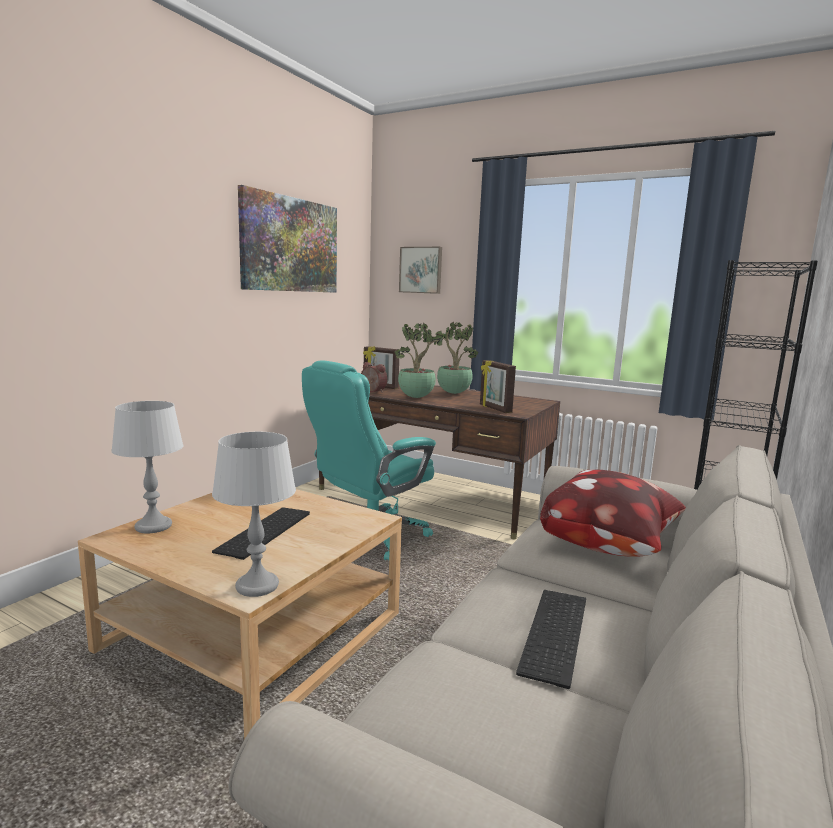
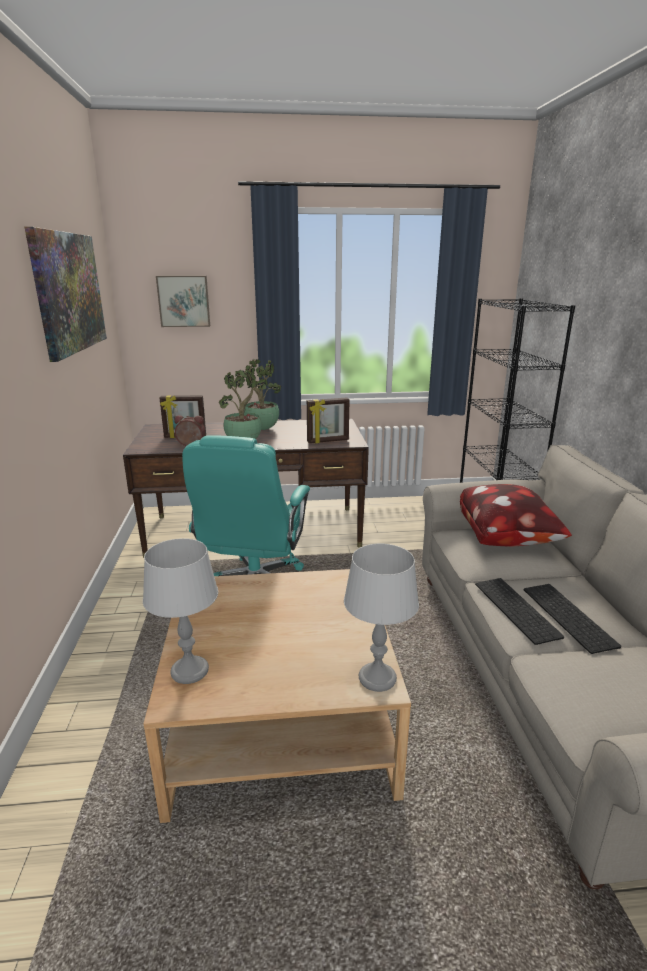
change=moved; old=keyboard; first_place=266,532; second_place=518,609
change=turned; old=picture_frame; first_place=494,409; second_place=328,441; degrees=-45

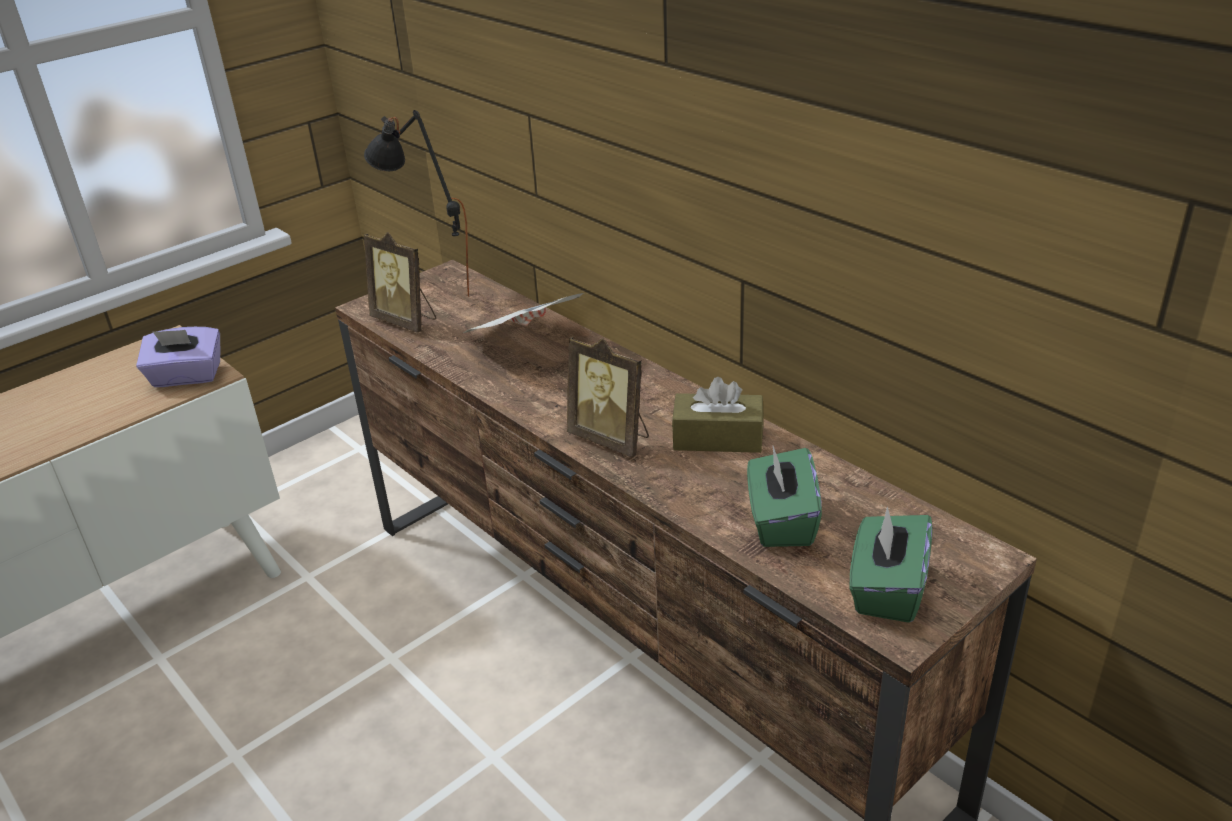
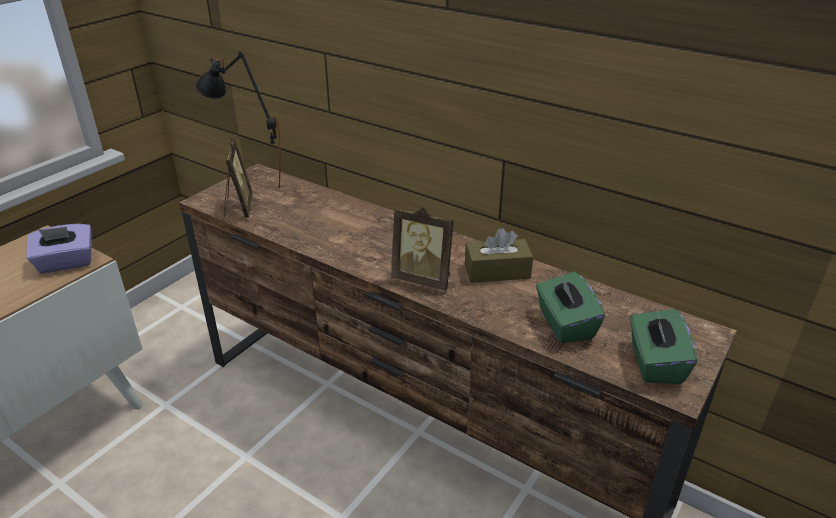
change=removed; old=newspaper; first_place=525,344
change=turned; old=picture_frame; first_place=406,321; second_place=238,208; degrees=-120

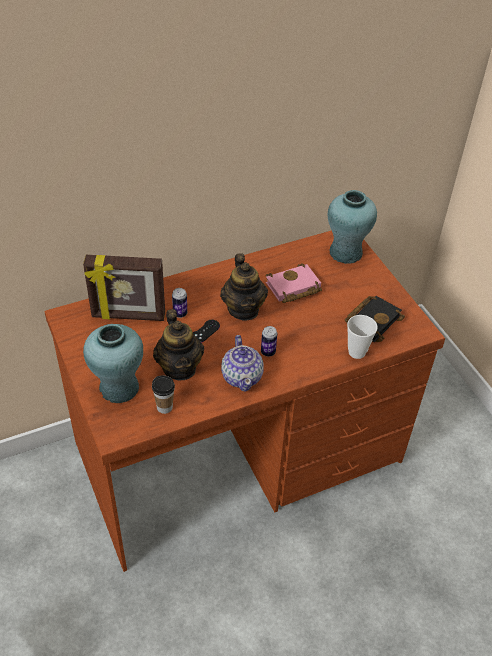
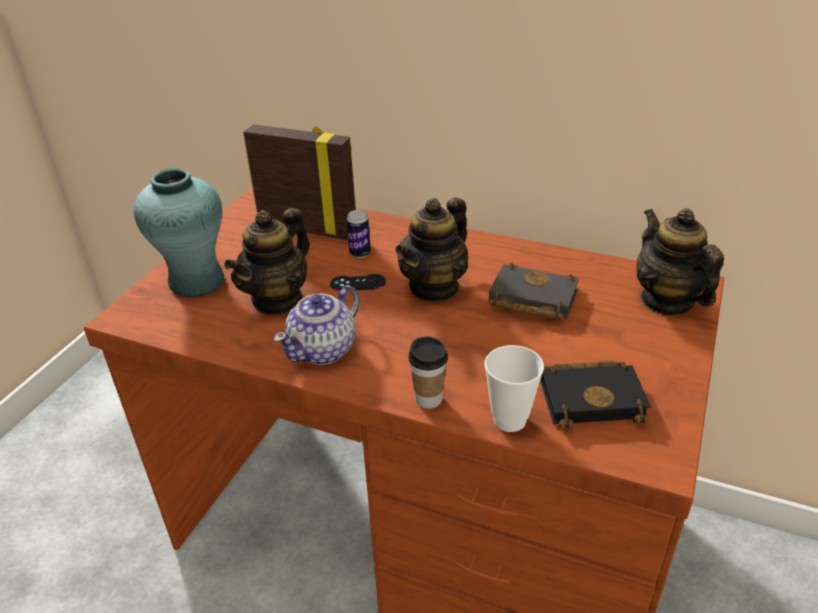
change=removed; old=can; first_place=268,352
change=moved; old=cup; first_place=164,407; second_place=428,399
change=replaced; old=turquoise_vase; new=teapot; first_place=345,252; second_place=666,300
change=recoloured; old=pink_book; new=black_book; first_place=292,288; second_place=529,299
change=turned; old=picture_frame; first_place=128,316; second_place=308,228; degrees=150

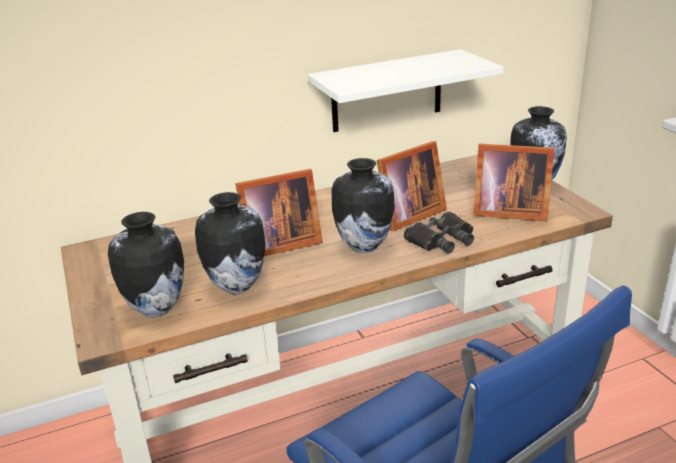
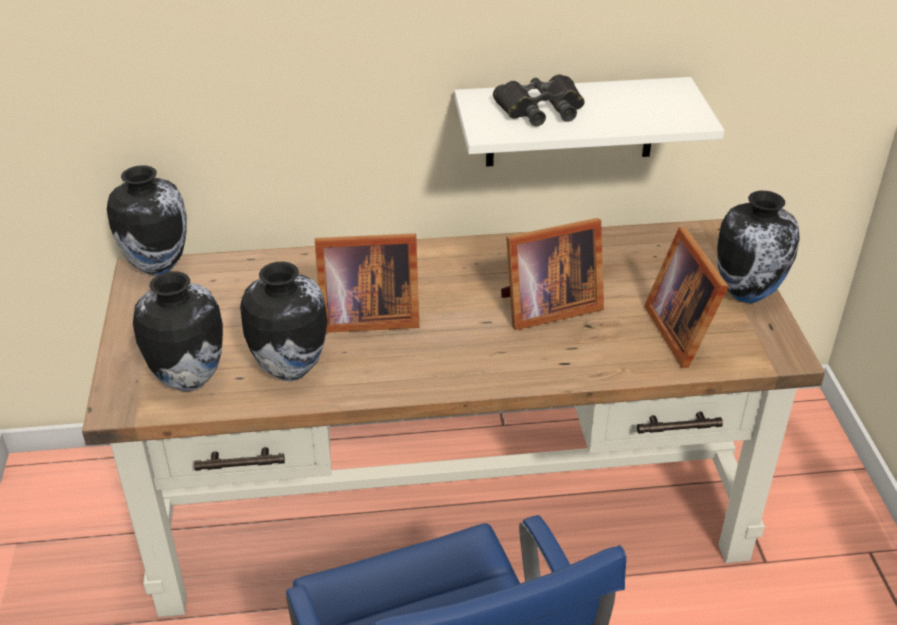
change=moved; old=vase; first_place=363,246; second_place=158,266
change=moved; old=black_binoculars; first_place=441,240; second_place=540,109
change=turned; old=picture_frame; first_place=507,211; second_place=683,331; degrees=45

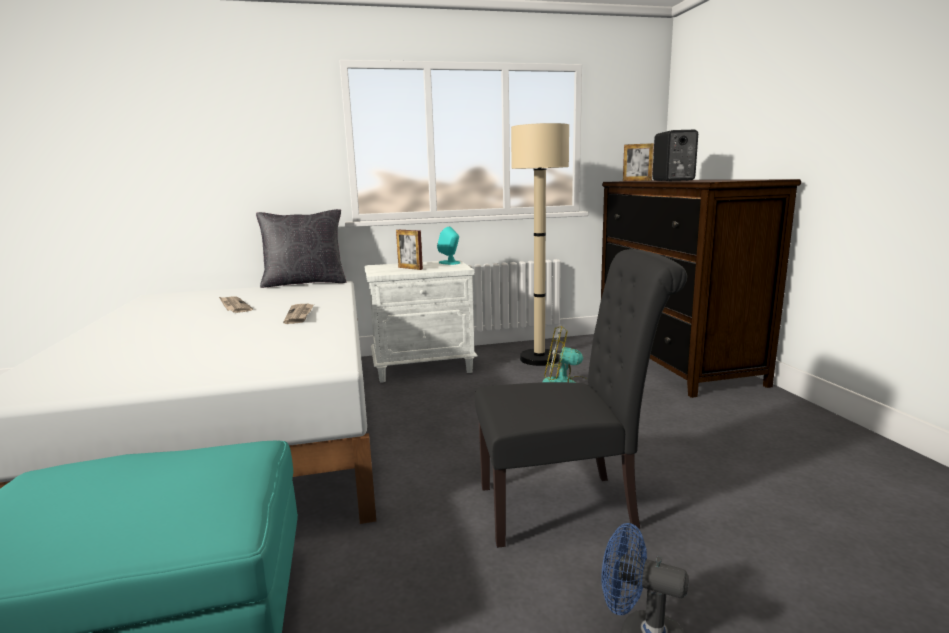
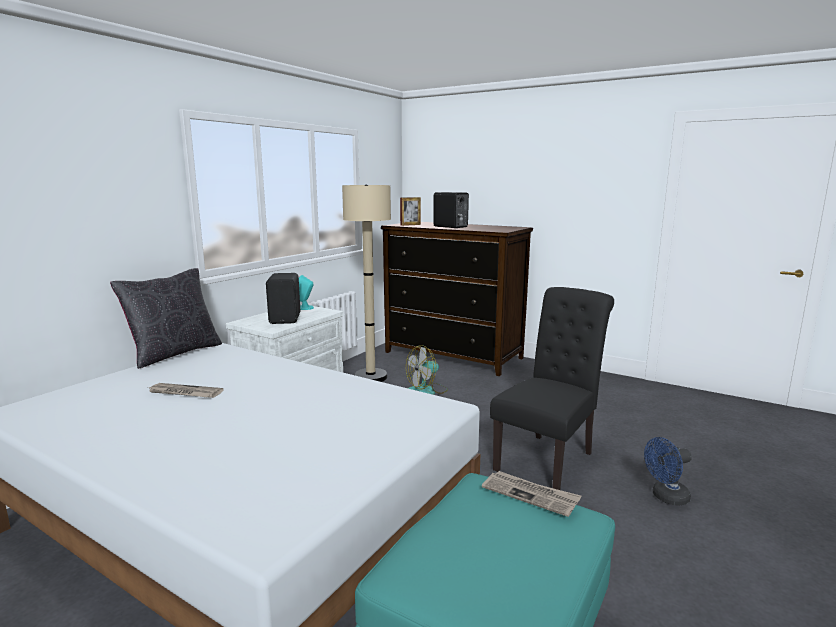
change=moved; old=newspaper; first_place=299,315; second_place=530,495
change=replaced; old=picture_frame; new=black_speaker; first_place=410,268; second_place=286,319

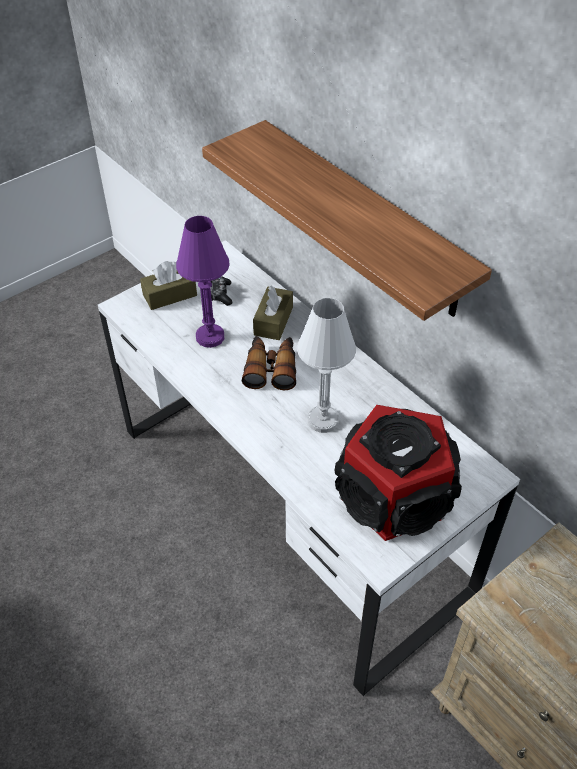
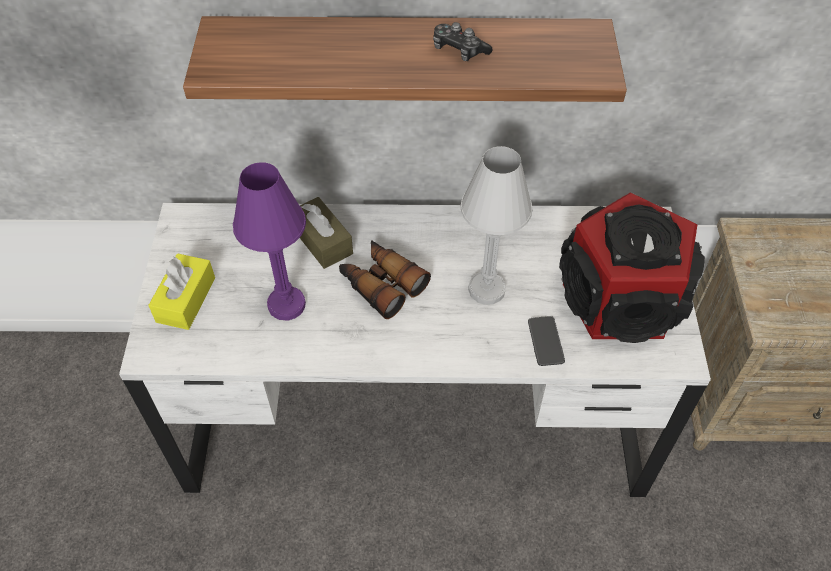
change=added; new=phone; second_place=545,341
change=moved; old=game_controller; first_place=220,294; second_place=459,50
change=recoloured; old=brown_tissue_box; new=yellow_tissue_box; first_place=170,295; second_place=186,299

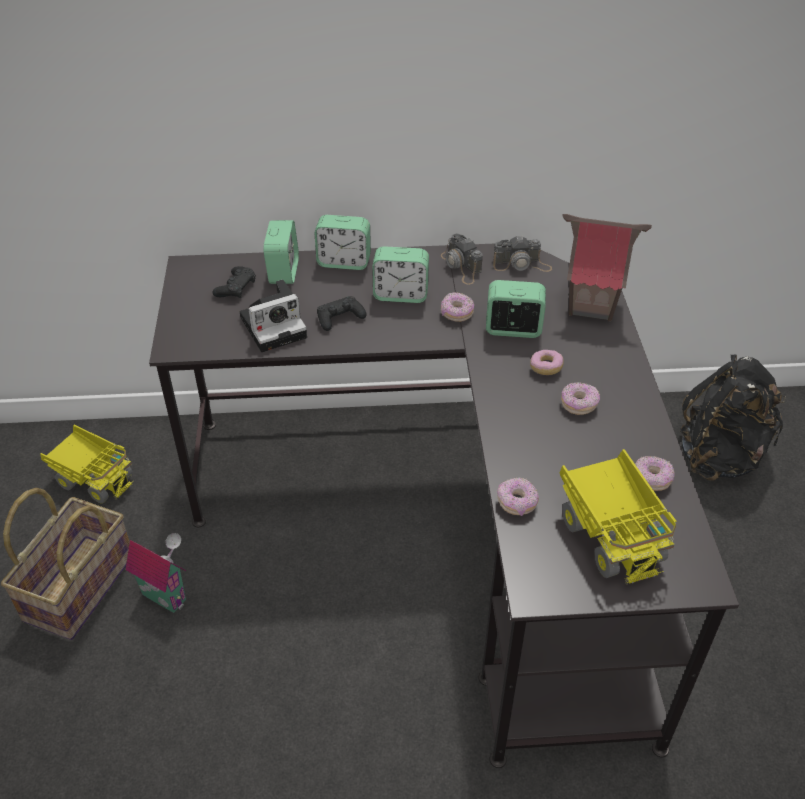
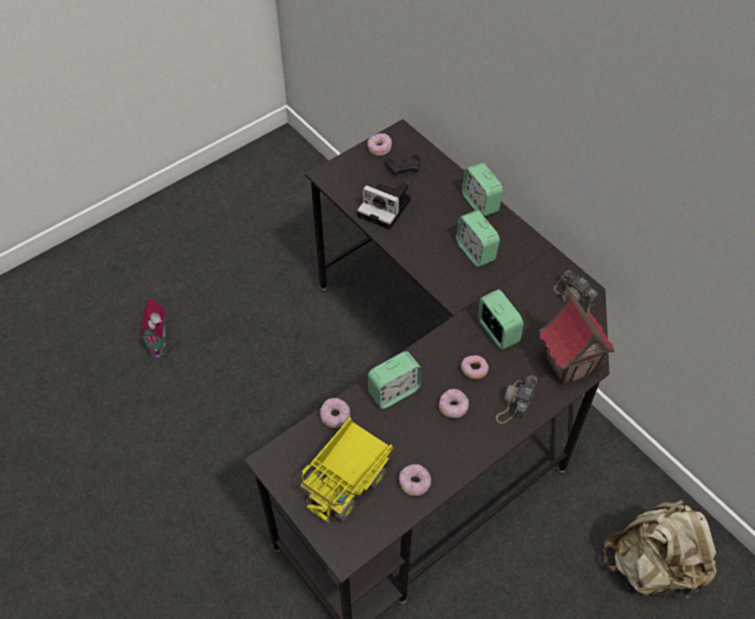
change=removed; old=basket; first_place=78,586
change=removed; old=toy_truck; first_place=94,478
change=removed; old=black_game_controller; first_place=340,318
change=moved; old=toy_house; first_place=166,595; second_place=161,343
change=moved; old=alarm_clock; first_place=283,271; second_place=394,391
change=moved; old=photo_camera; first_place=461,266; second_place=515,403
change=moved; old=donut; first_place=456,313; second_place=379,148
change=recoloured; old=black_backpack; new=beige_backpack; first_place=720,456; second_place=652,566

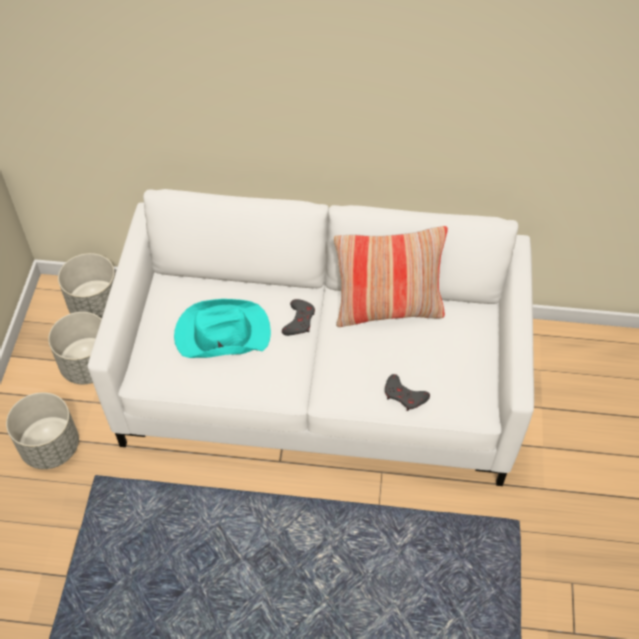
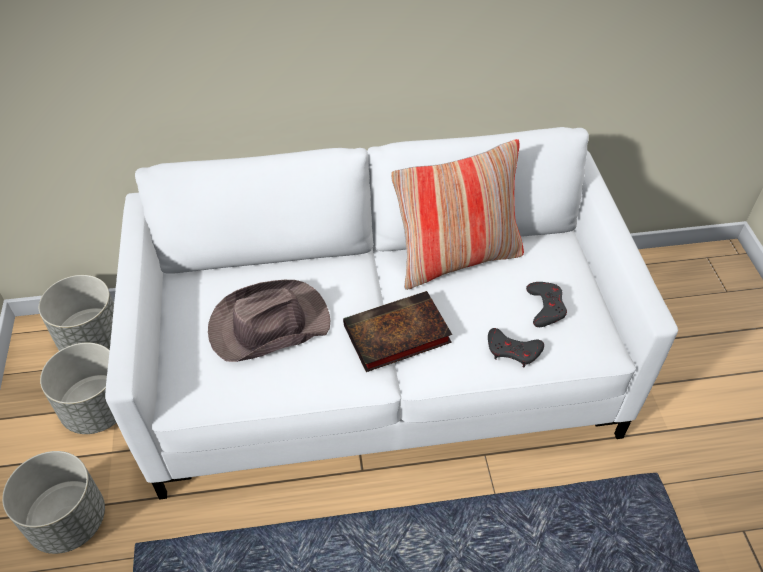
change=added; new=book; second_place=395,336
change=moved; old=grey_game_controller; first_place=299,320; second_place=545,307
change=recoloured; old=turquoise_hat; new=brown_hat; first_place=221,333; second_place=268,325

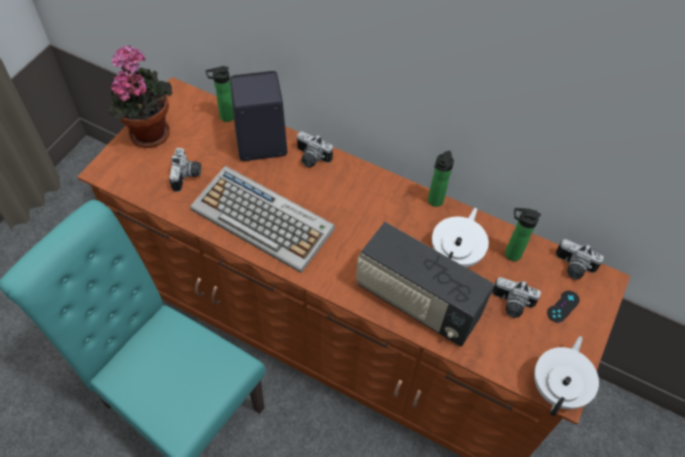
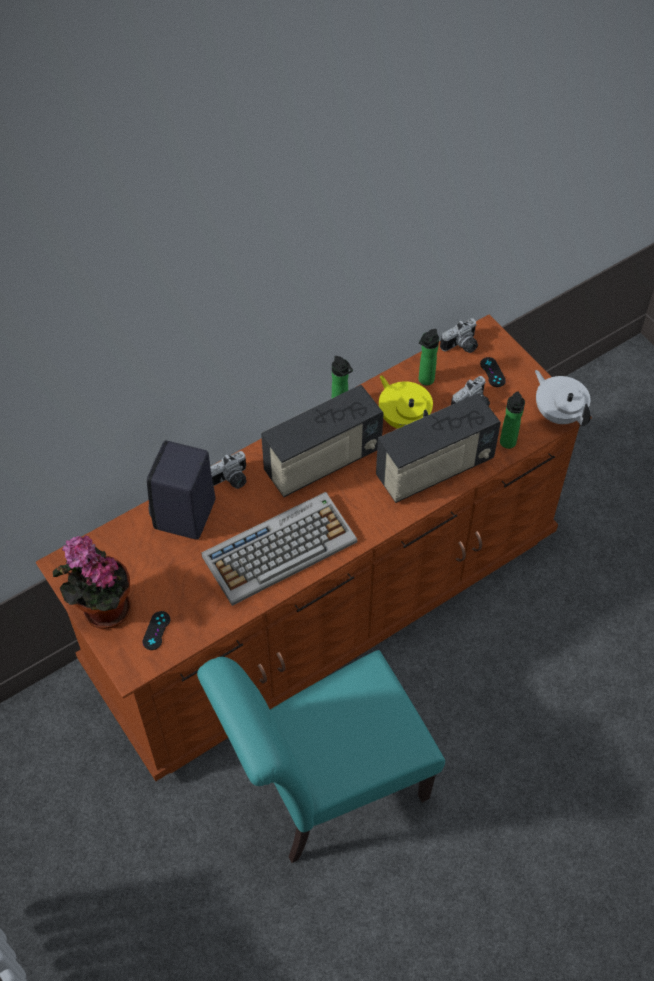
change=removed; old=photo_camera; first_place=187,176
change=added; new=black_game_controller; second_place=156,630
change=added; new=radio; second_place=322,462
change=moved; old=bottle; first_place=225,117; second_place=507,444
change=recoloured; old=white_teapot; new=yellow_teapot; first_place=456,254; second_place=404,418

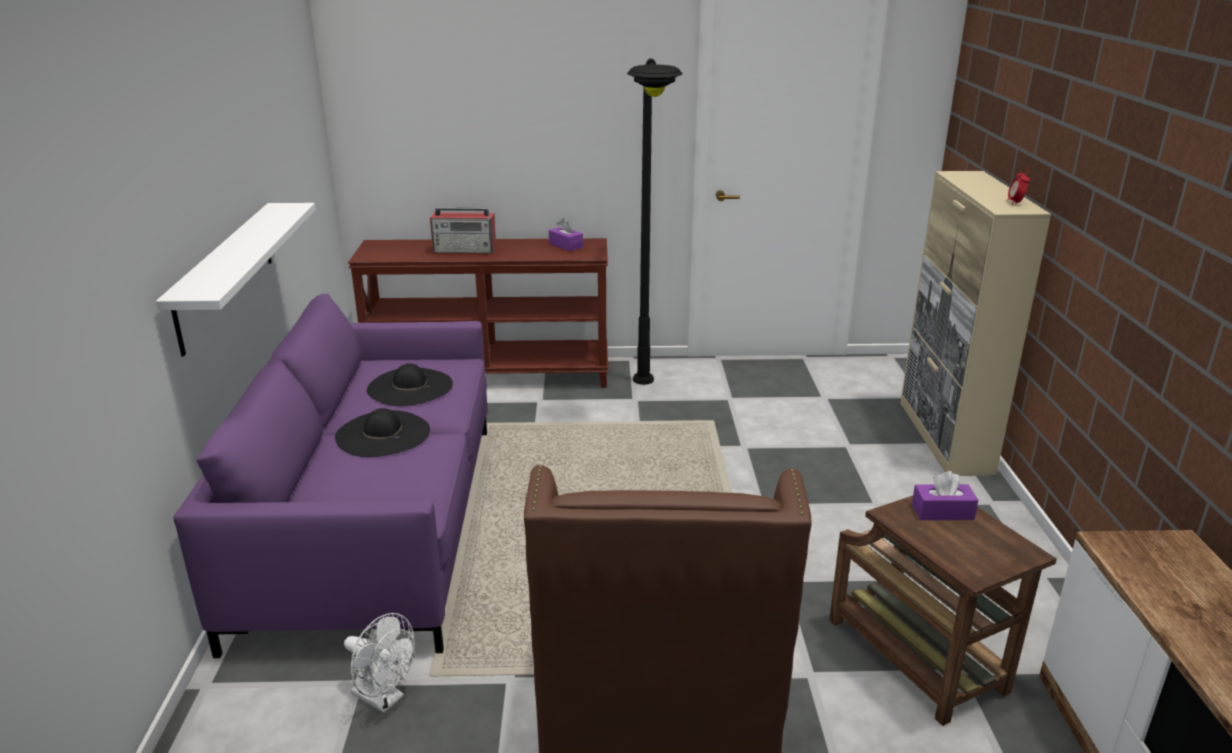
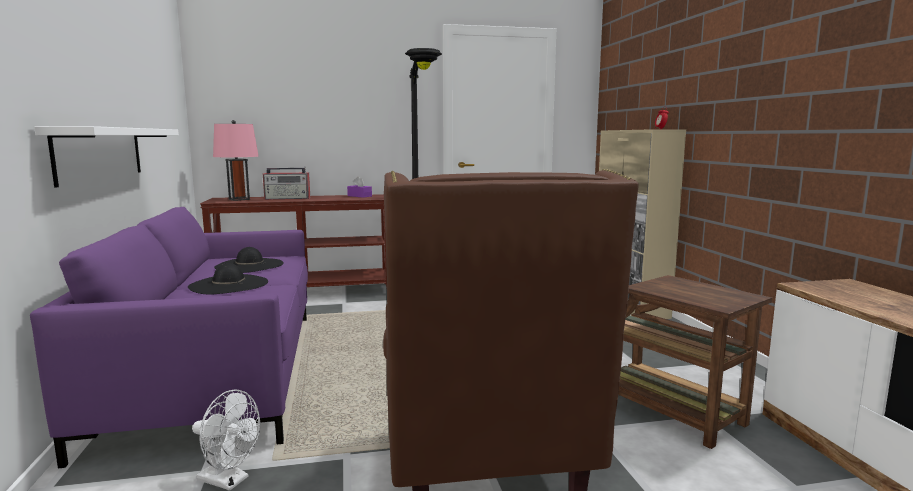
change=removed; old=purple_tissue_box; first_place=942,512
change=added; new=pink_table_lamp; second_place=239,199

